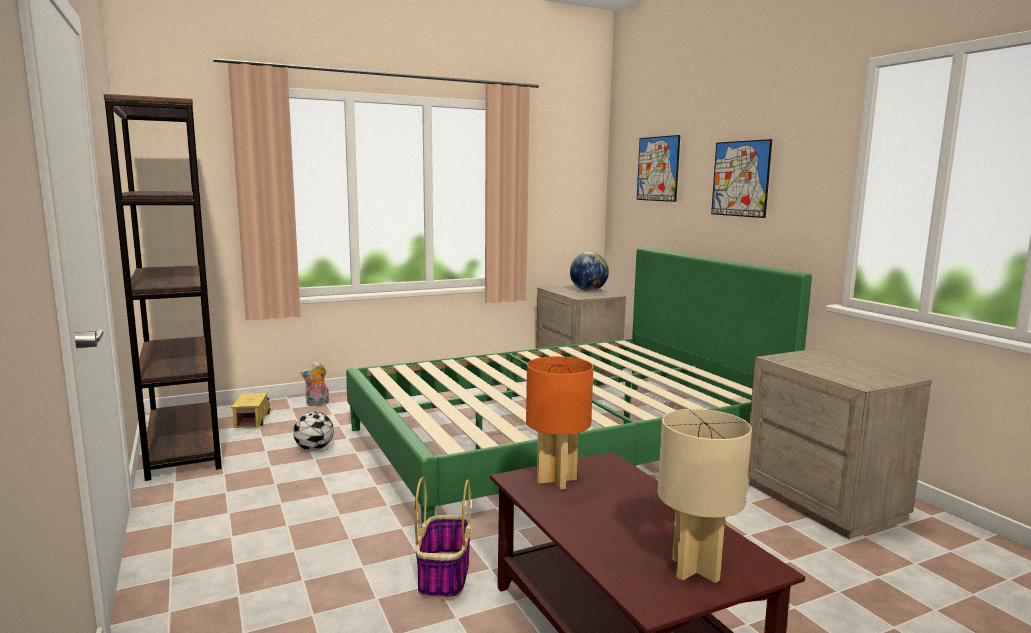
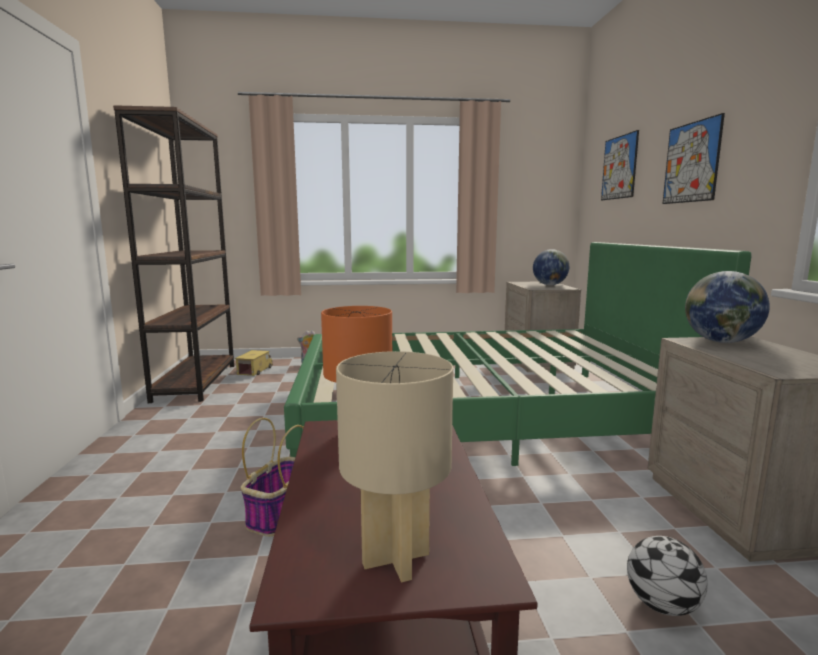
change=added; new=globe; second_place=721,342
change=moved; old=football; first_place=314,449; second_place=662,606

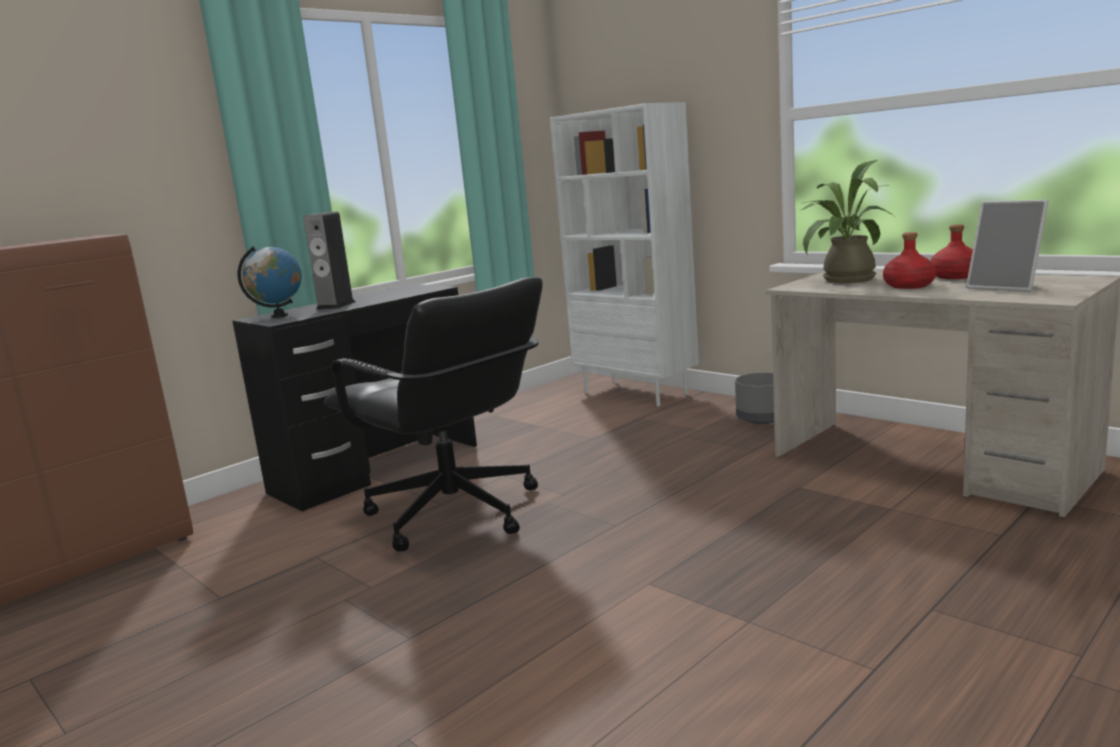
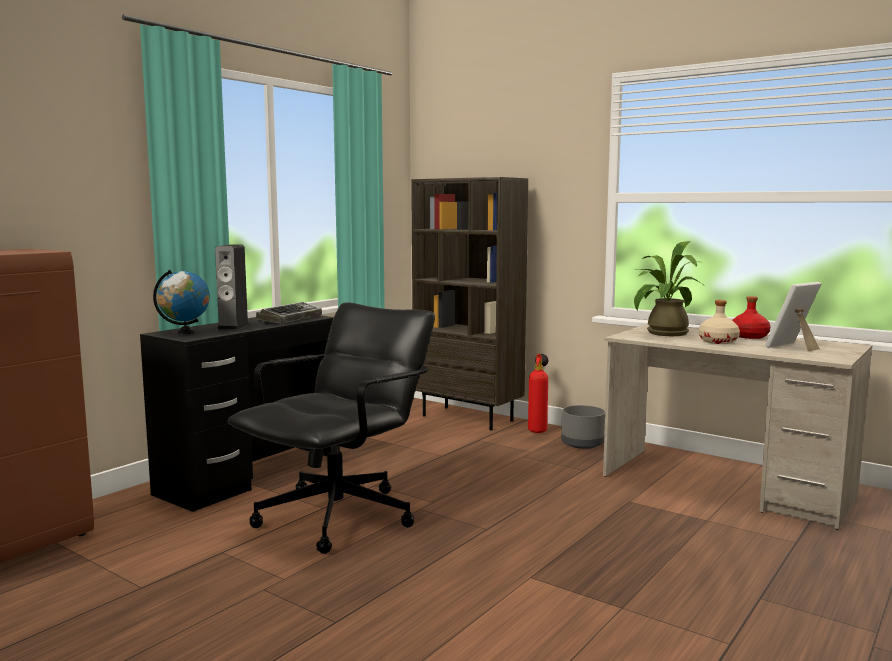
change=added; new=keyboard; second_place=290,318
change=added; new=fire_extinguisher; second_place=538,430
change=recoloured; old=white_bookcase; new=brown_bookcase; first_place=637,393; second_place=469,418
change=recoloured; old=red_bottle; new=beige_bottle; first_place=909,286; second_place=718,341
change=turned; old=black_office_chair; first_place=454,514; second_place=339,517; degrees=-90
change=turned; old=picture_frame; first_place=1006,287; second_place=793,347; degrees=105

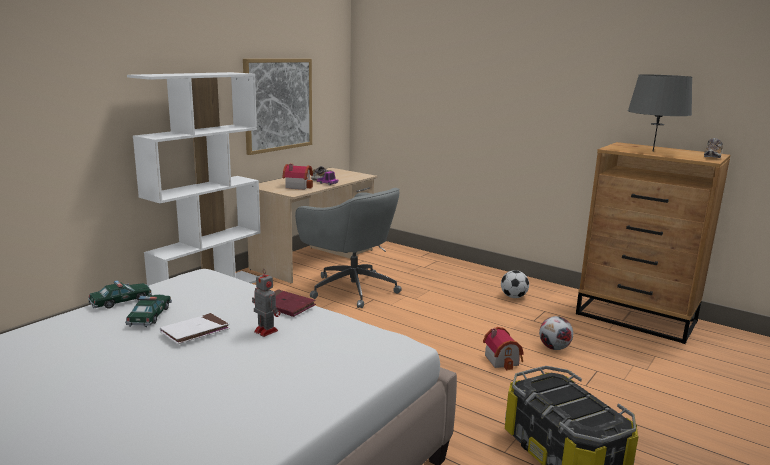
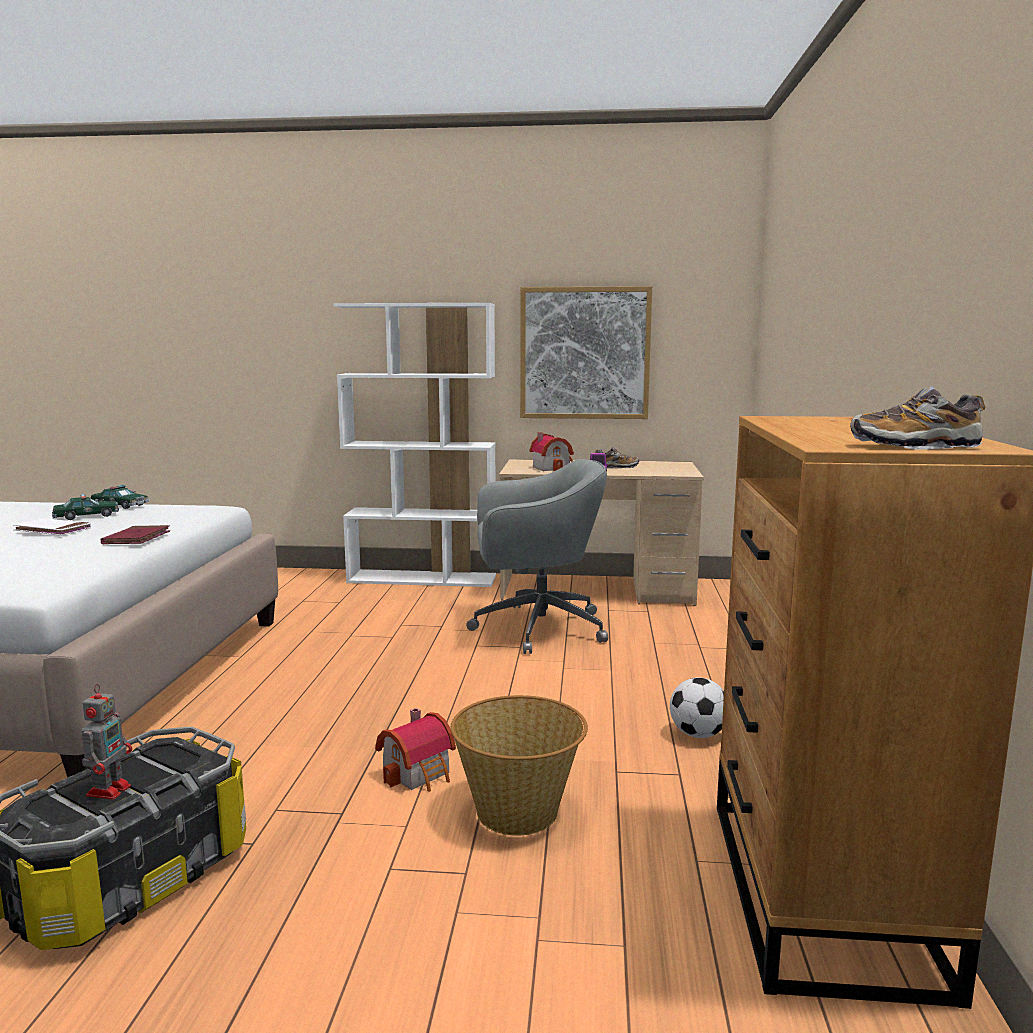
change=removed; old=grey_table_lamp; first_place=653,151
change=moved; old=toy_robot; first_place=265,330; second_place=110,789
change=replaced; old=football; new=basket; first_place=554,348; second_place=519,811
change=turned; old=grey_office_chair; first_place=351,288; second_place=535,628; degrees=-105

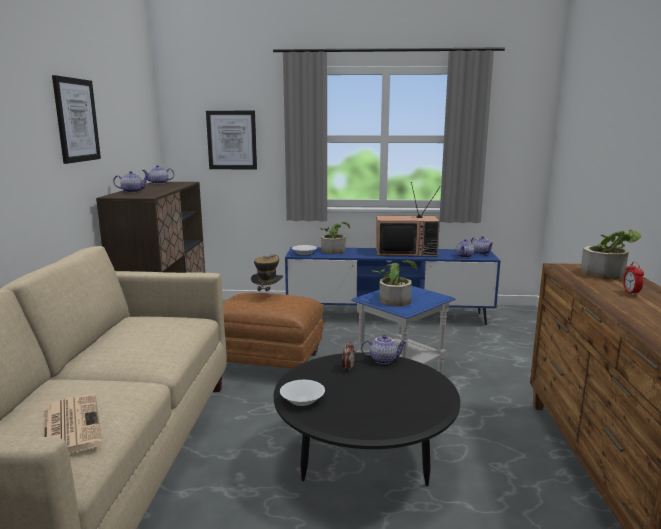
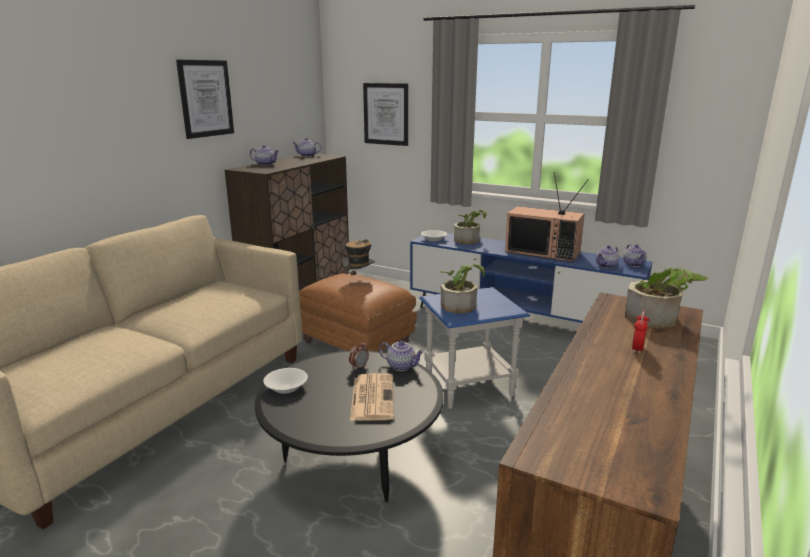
change=moved; old=newspaper; first_place=70,426; second_place=372,397

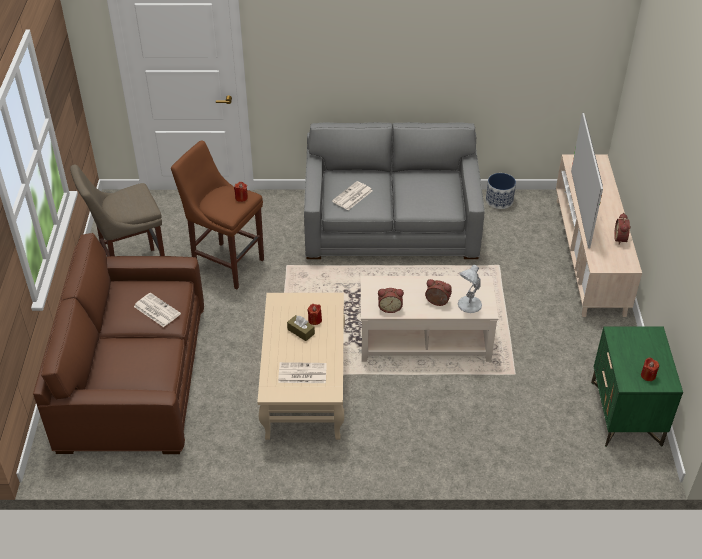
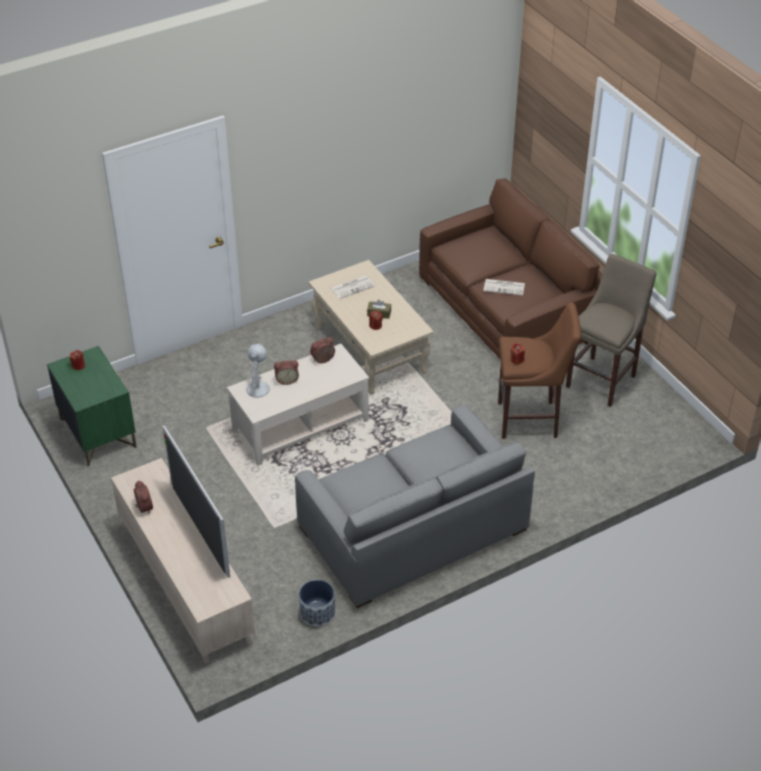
change=removed; old=newspaper; first_place=352,196

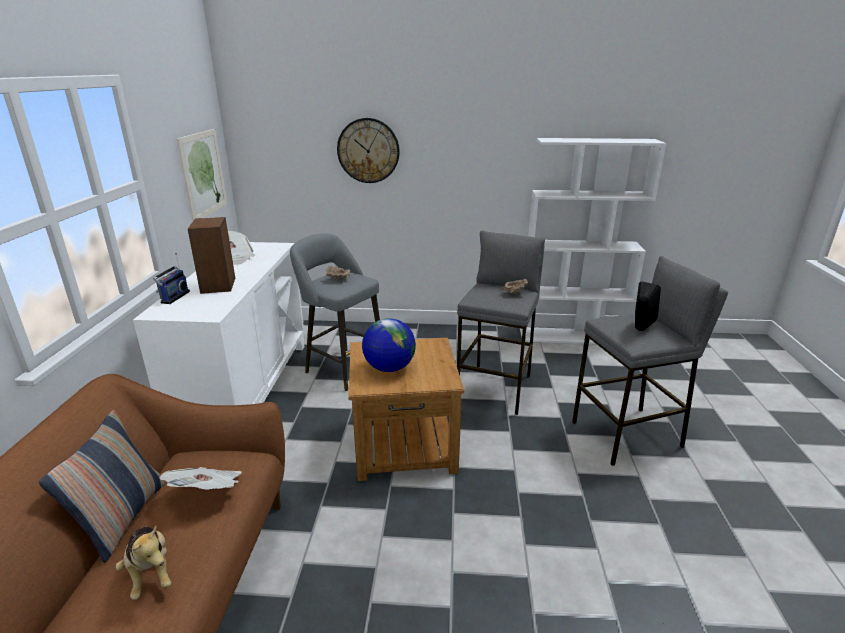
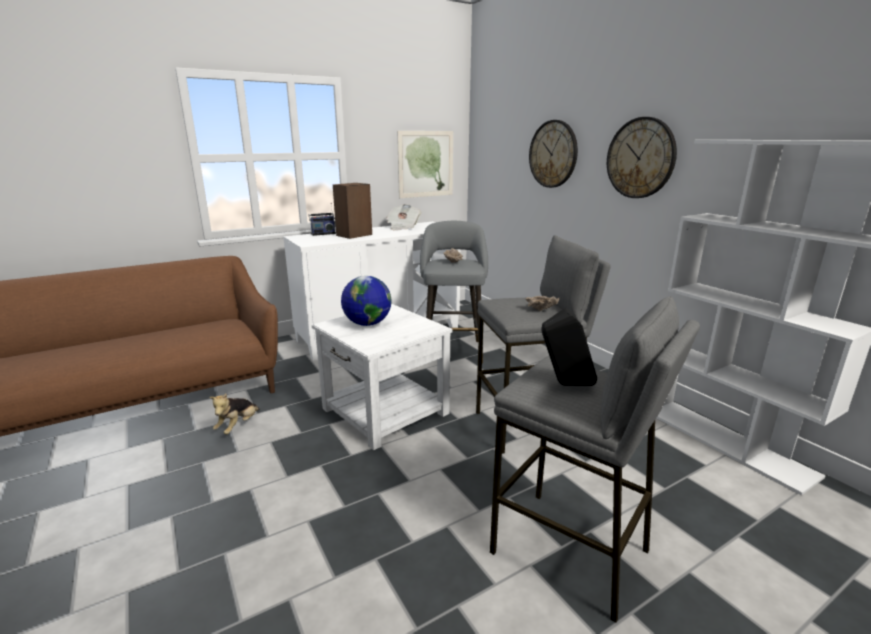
change=removed; old=pillow; first_place=123,518
change=removed; old=newspaper; first_place=208,492
change=added; new=wall_clock; second_place=640,158
change=moved; old=plush_toy; first_place=150,573; second_place=238,426
change=recoloured; old=brown_side_table; new=white_side_table; first_place=404,445; second_place=385,411

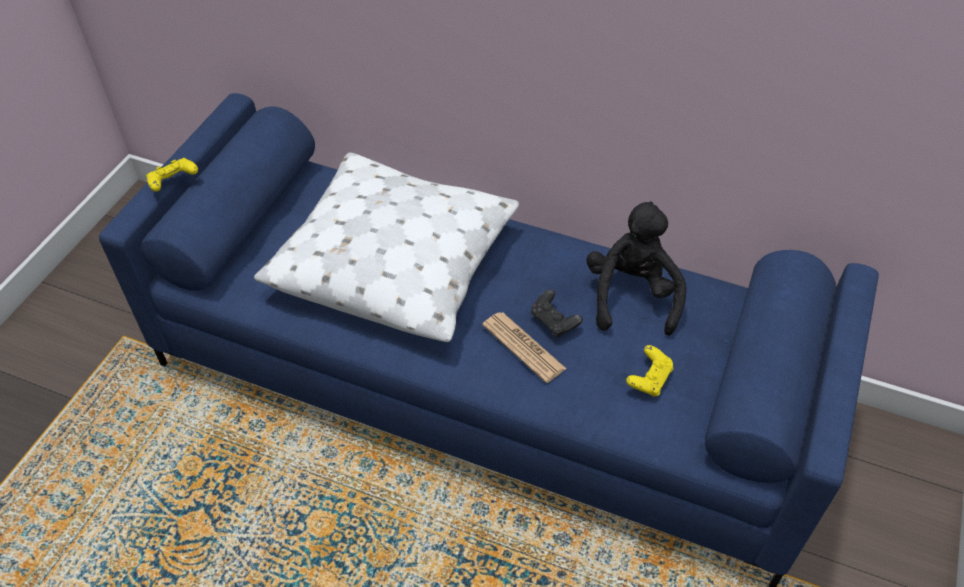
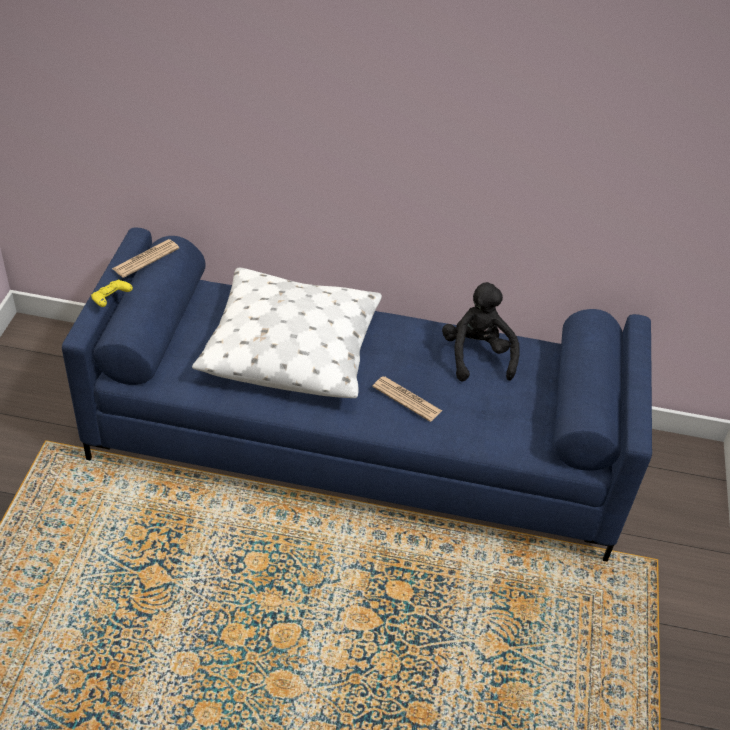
change=removed; old=black_game_controller; first_place=554,322
change=removed; old=yellow_game_controller; first_place=649,379
change=added; new=newspaper; second_place=146,259

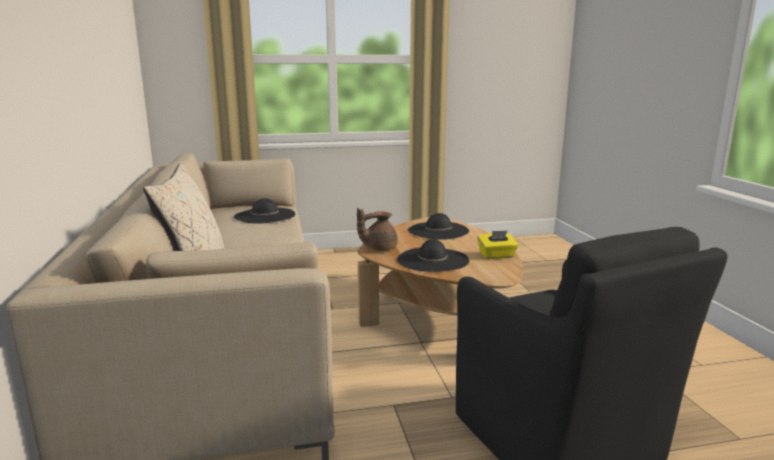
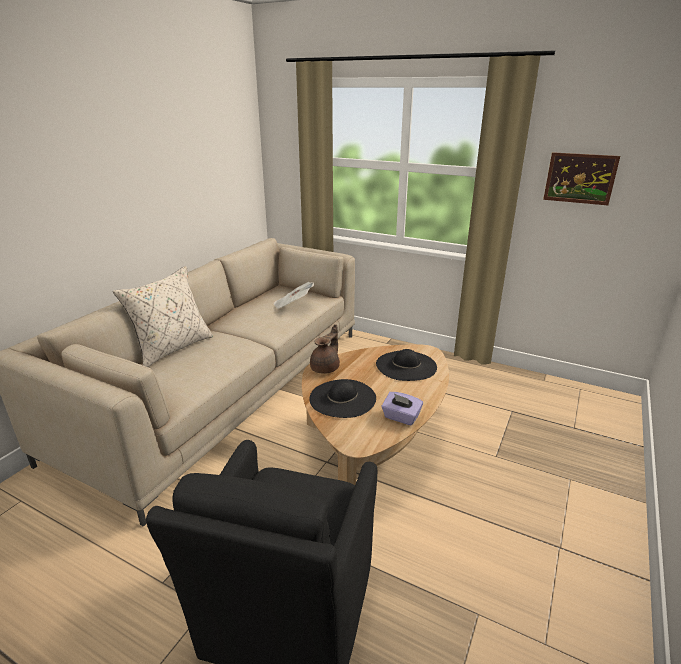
change=added; new=picture; second_place=580,178
change=replaced; old=black_hat; new=newspaper; first_place=265,215; second_place=293,305
change=recoloured; old=yellow_tissue_box; new=purple_tissue_box; first_place=497,256; second_place=401,417
change=turned; old=brown_teapot; first_place=378,248; second_place=326,368; degrees=105

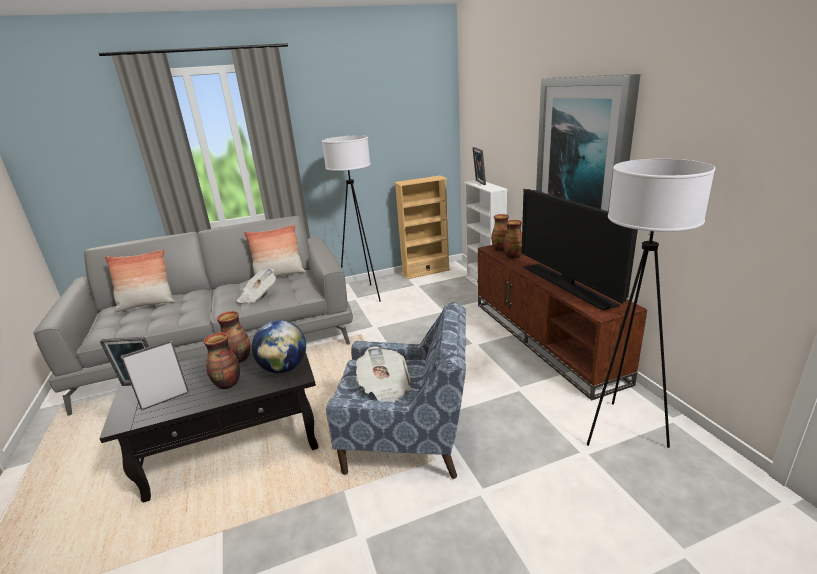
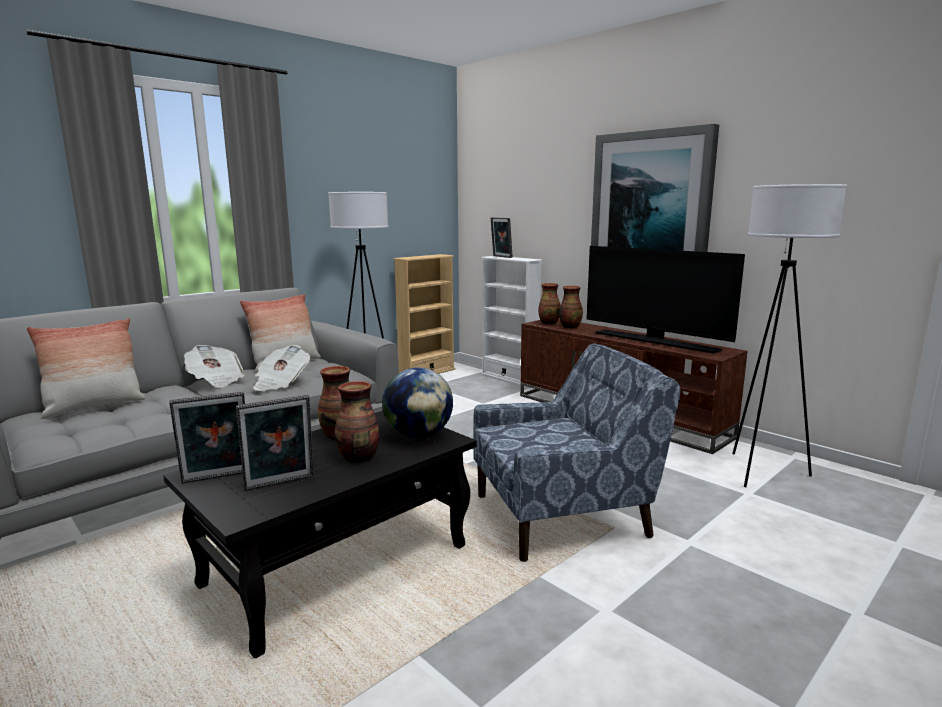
change=moved; old=newspaper; first_place=384,388; second_place=216,380
change=turned; old=picture_frame; first_place=165,399; second_place=280,484; degrees=-150

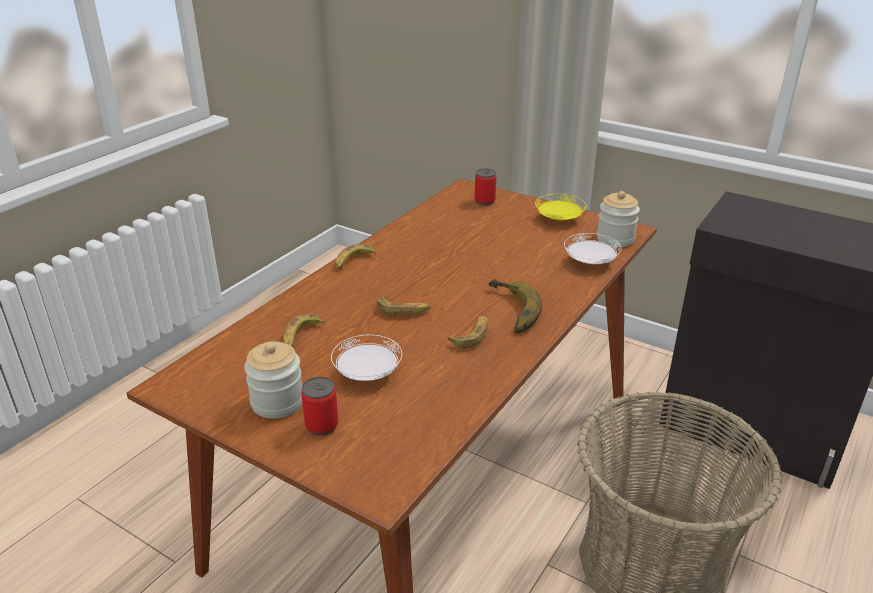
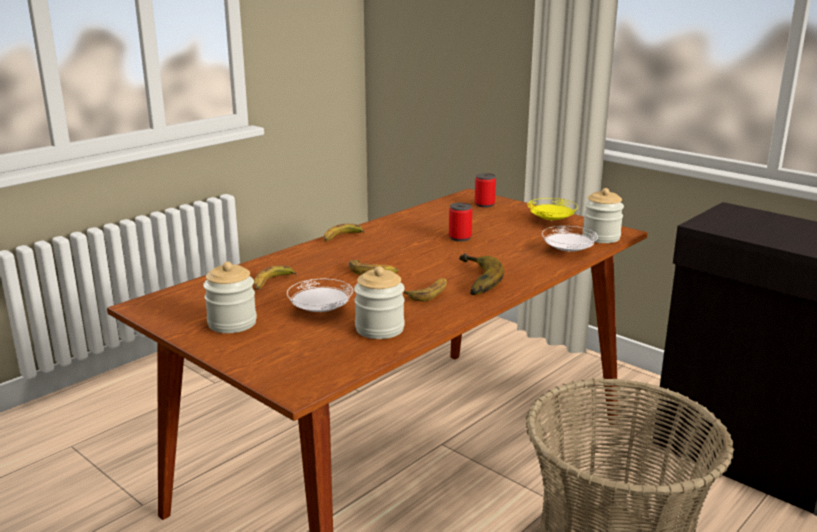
change=added; new=jar; second_place=379,329
change=moved; old=can; first_place=322,425; second_place=460,238

